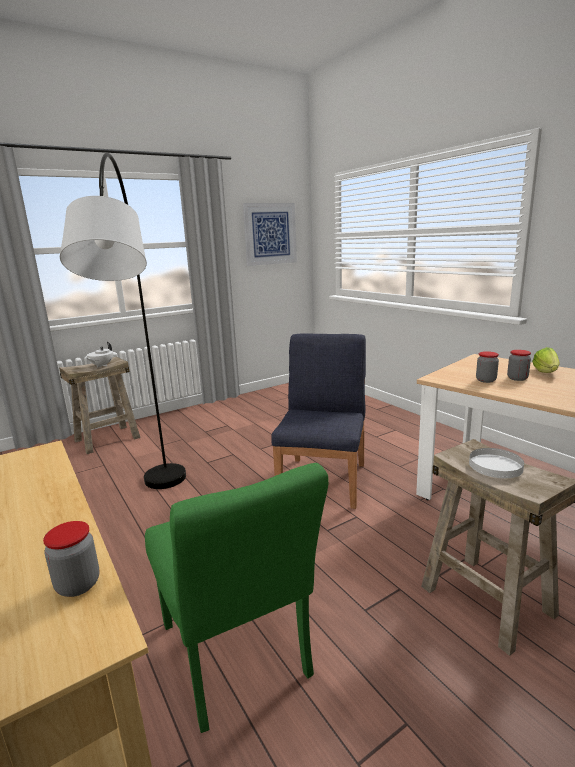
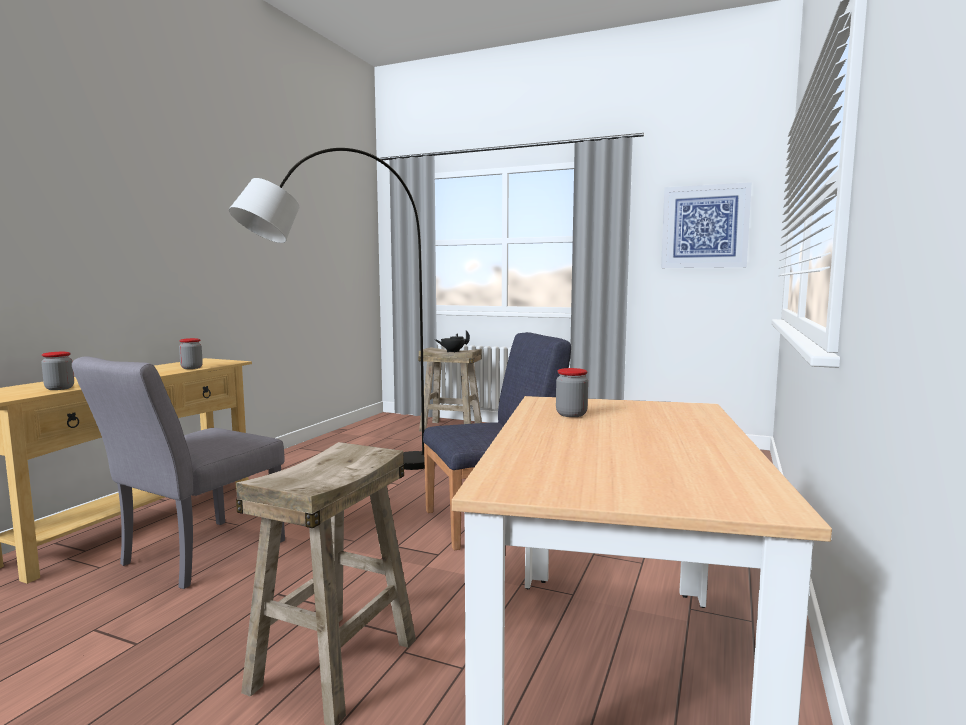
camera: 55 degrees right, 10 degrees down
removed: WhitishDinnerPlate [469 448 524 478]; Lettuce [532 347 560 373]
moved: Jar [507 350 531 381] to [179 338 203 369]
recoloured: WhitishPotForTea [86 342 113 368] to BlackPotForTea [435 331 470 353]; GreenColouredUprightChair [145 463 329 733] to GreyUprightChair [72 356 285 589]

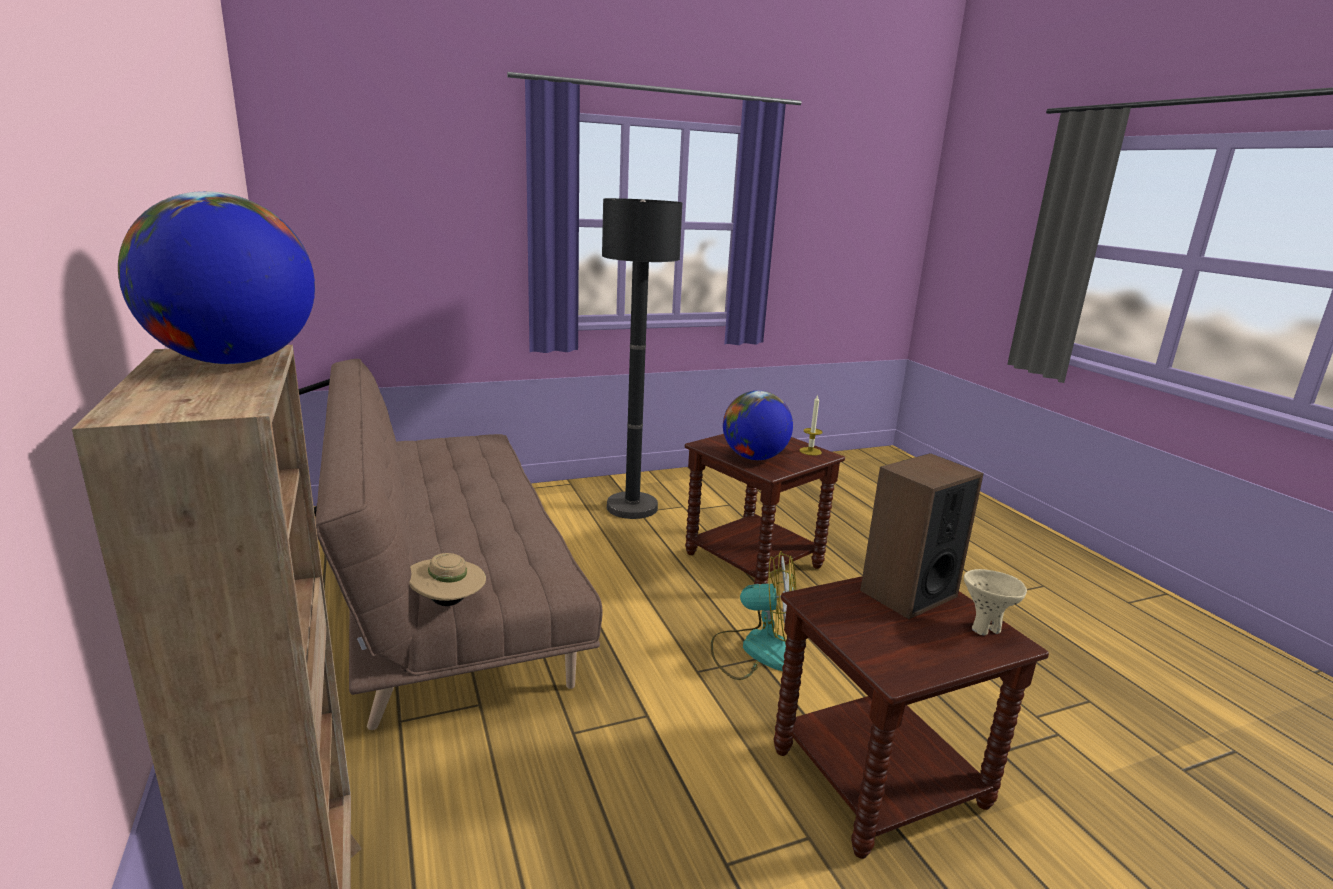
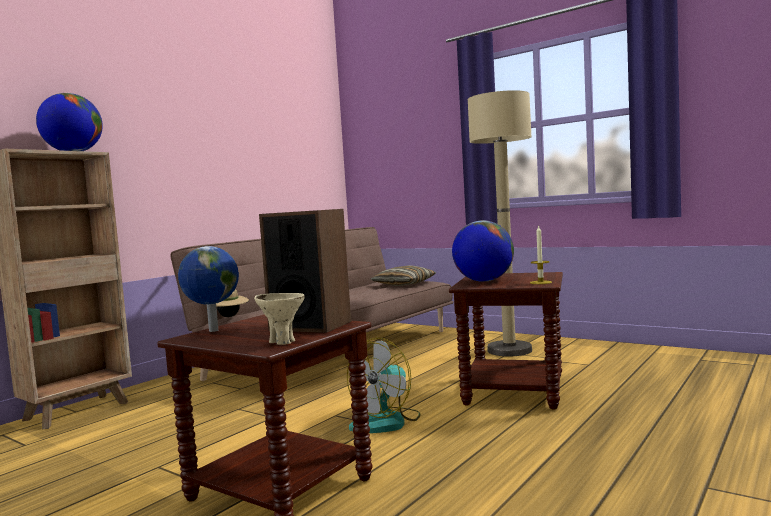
camera: 60 degrees right, 15 degrees down
added: WorldGlobe [178 246 239 332]; Cushion [371 265 436 286]
recoloured: BlackStandingLamp [602 198 682 519] to BeigeStandingLamp [468 90 532 356]
turned: ElectricFan [711 551 797 680] = [347 338 421 433] 60 degrees clockwise

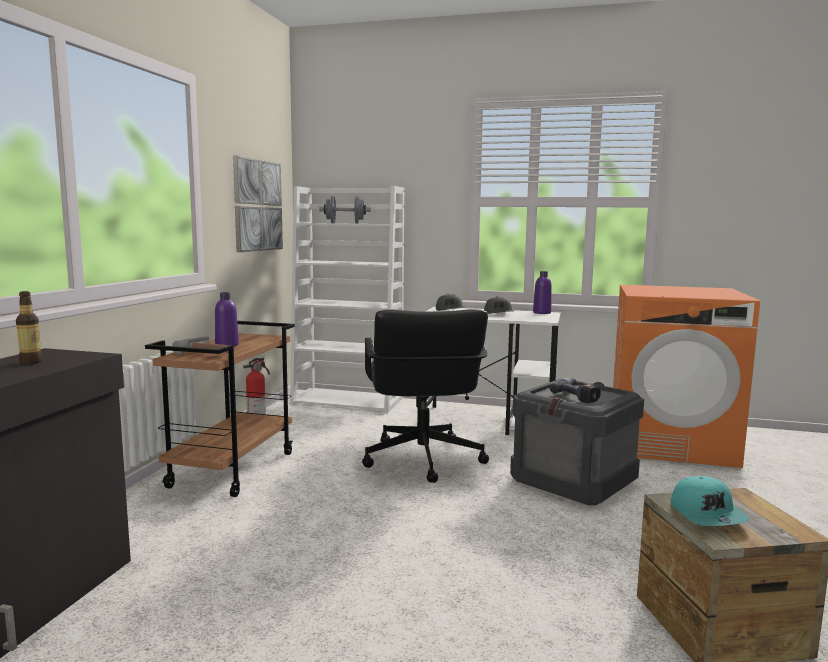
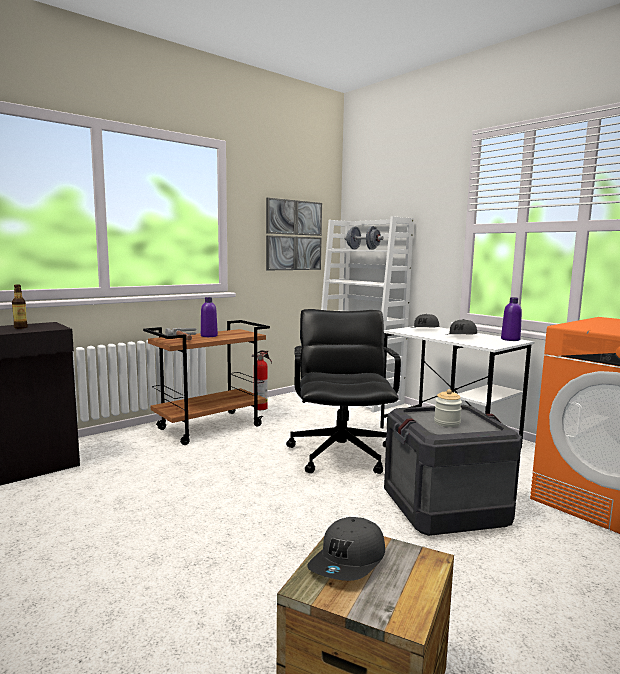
camera: 35 degrees right, 0 degrees up
replaced: PowerDrill [550 378 601 403] to Jar [434 389 462 427]
recoloured: BlueGreenPeakedCap [671 476 749 526] to GreyPeakedCap [307 517 385 581]
turned: BlackOfficeChair [362 309 489 483] = [286 309 401 474] 150 degrees clockwise

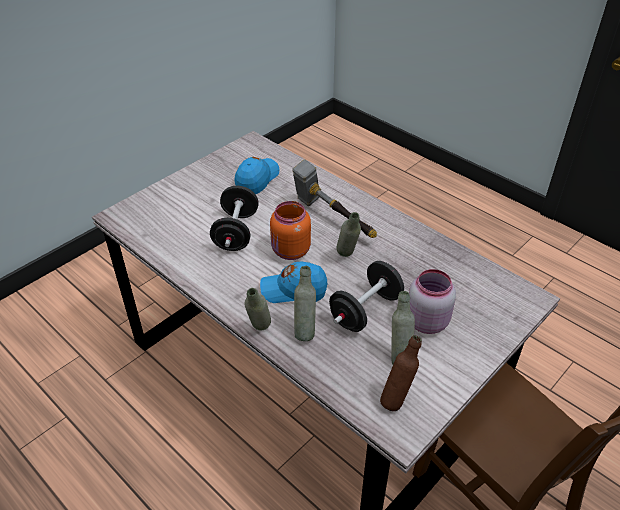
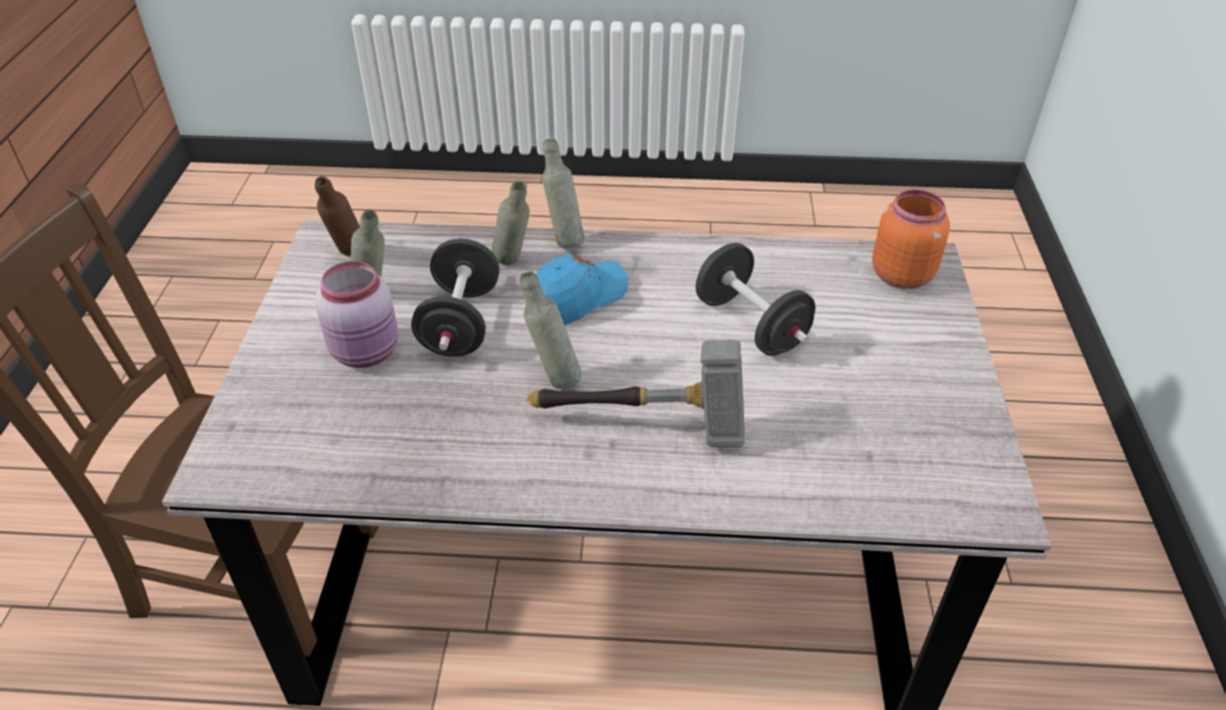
camera: 140 degrees right, 0 degrees up
removed: BluePeakedCap [235 157 280 194]
moved: OrangeColouredJar [270 201 311 260] to [872 190 950 289]

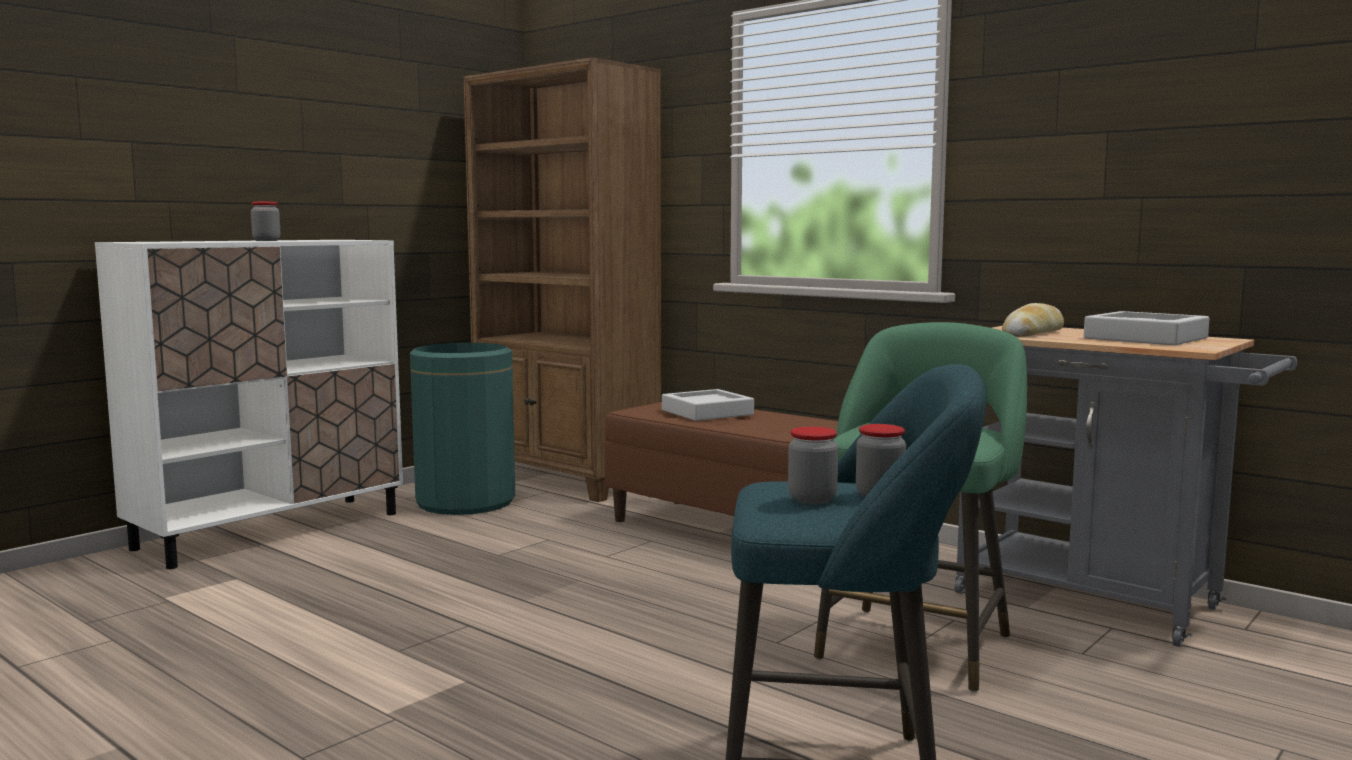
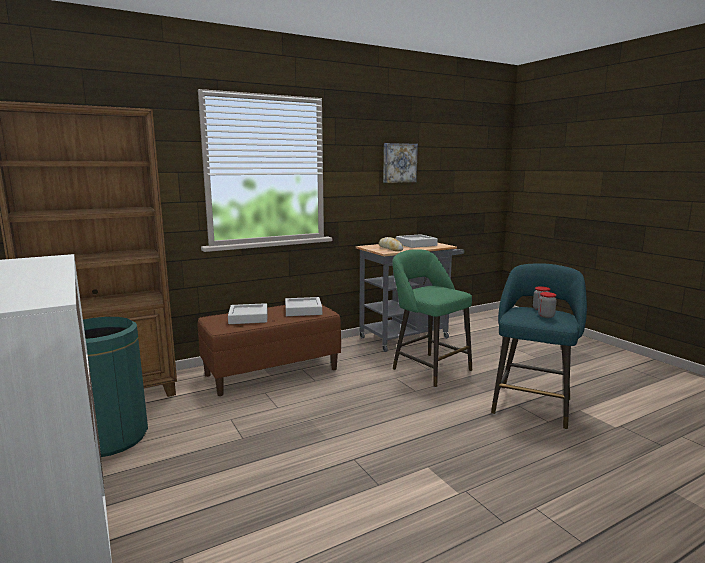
camera: 70 degrees left, 5 degrees up
removed: Jar [251 202 280 241]
added: GreyTray [285 297 322 316]; Picture [383 143 418 183]

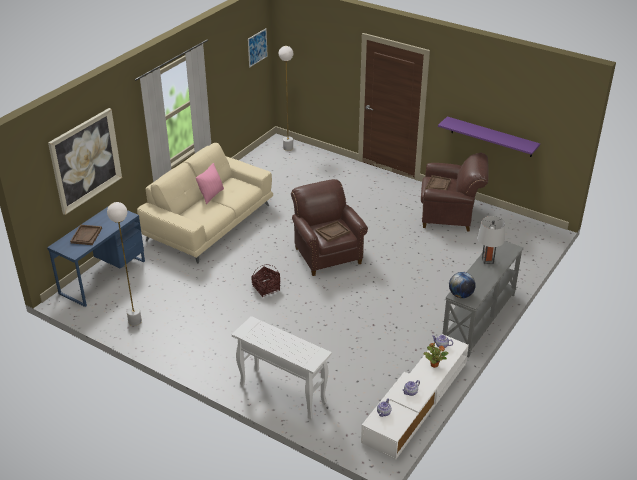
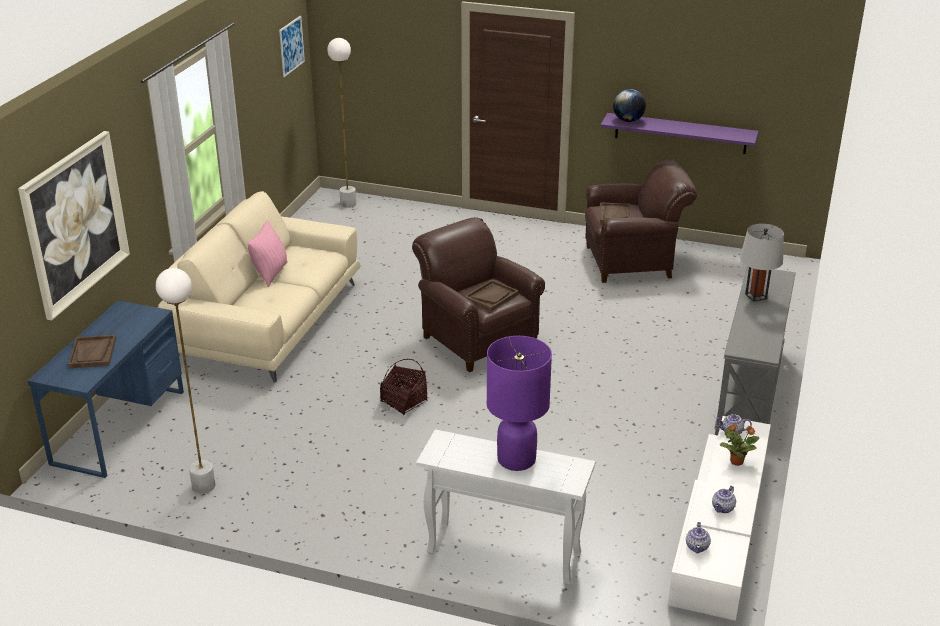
camera: 15 degrees left, 5 degrees down
added: PurpleColouredLampForATable [486 336 552 471]
moved: WorldGlobe [449 272 476 298] to [613 89 646 122]

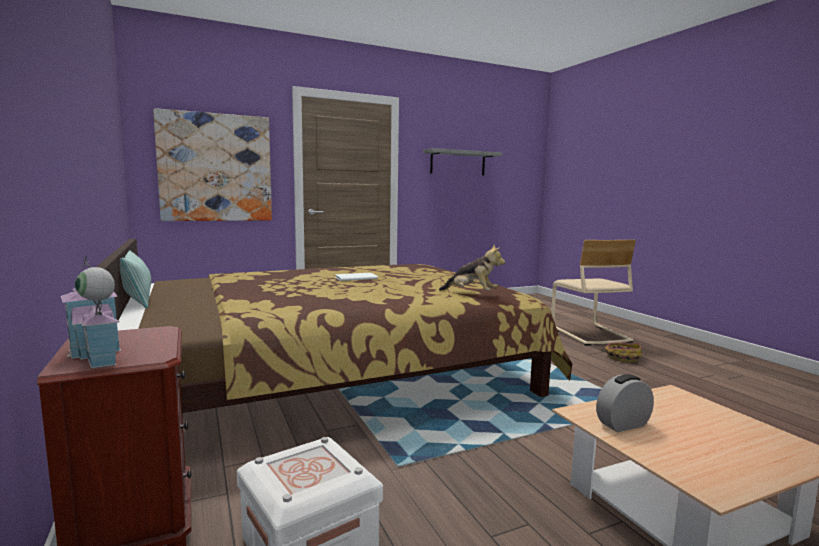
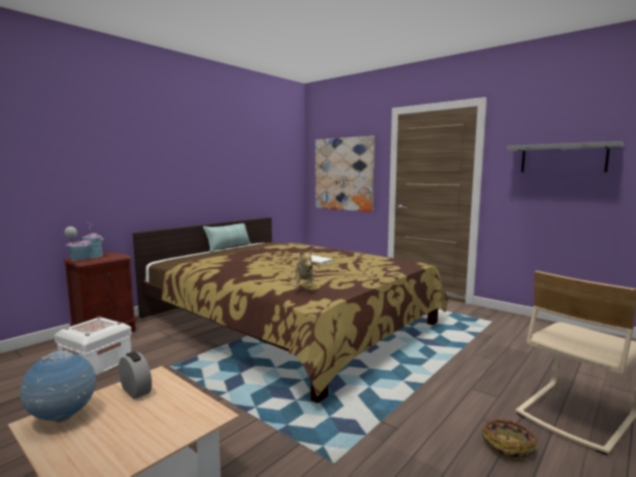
camera: 65 degrees right, 0 degrees up
added: WorldGlobe [19 350 96 423]

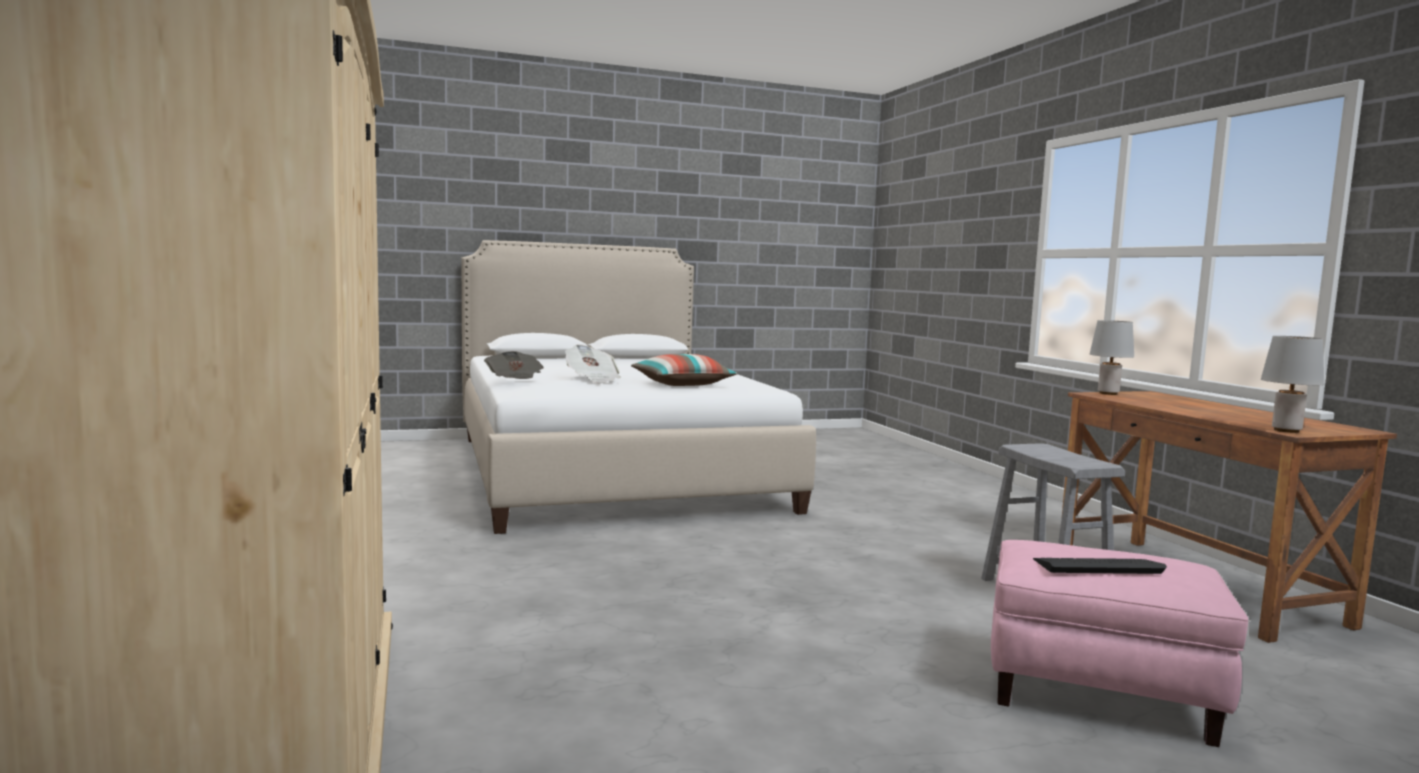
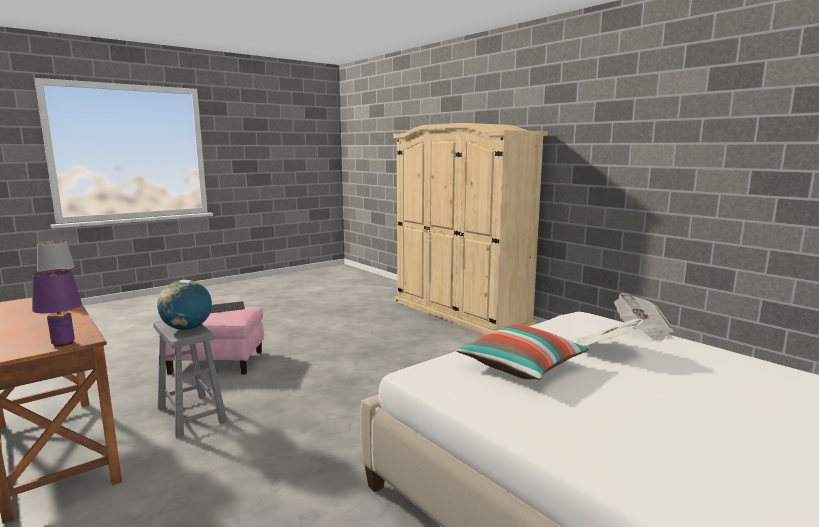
camera: 160 degrees right, 5 degrees up
added: WorldGlobe [157 280 212 330]
recoloured: GreyLampForATable [1090 320 1134 395] to PurpleColouredLampForATable [32 269 82 347]

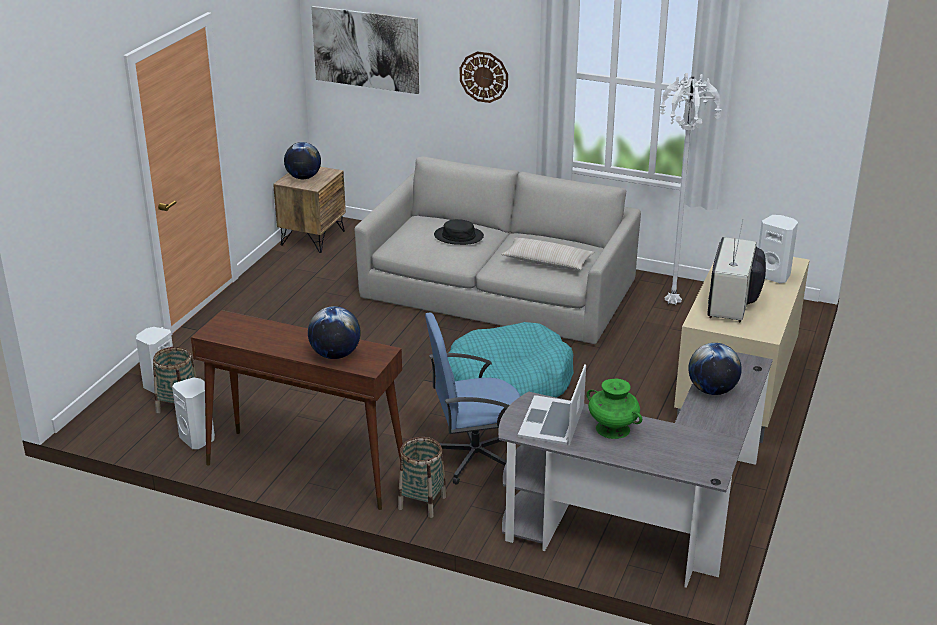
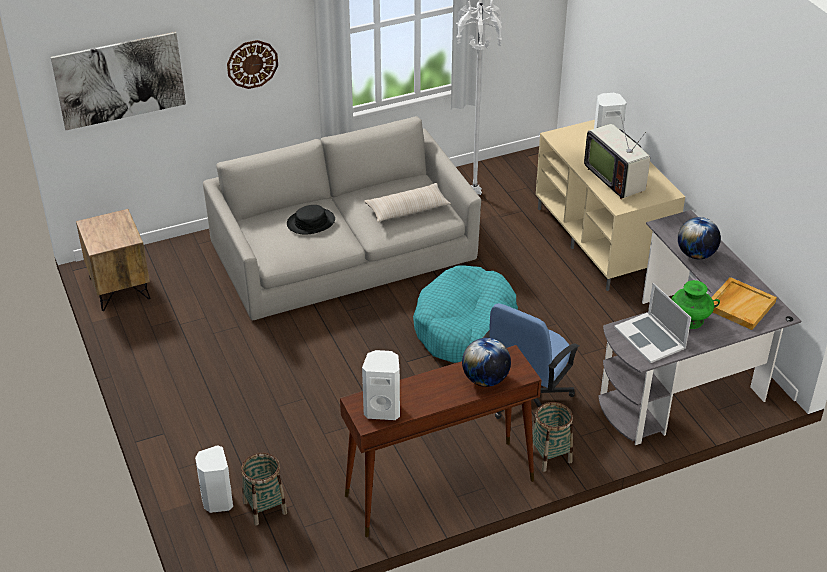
camera: 45 degrees left, 10 degrees up
removed: WorldGlobe [284 142 321 179]
added: BeigeTray [711 277 777 330]
moved: WhitishSpeaker [172 377 215 449] to [362 350 400 420]

